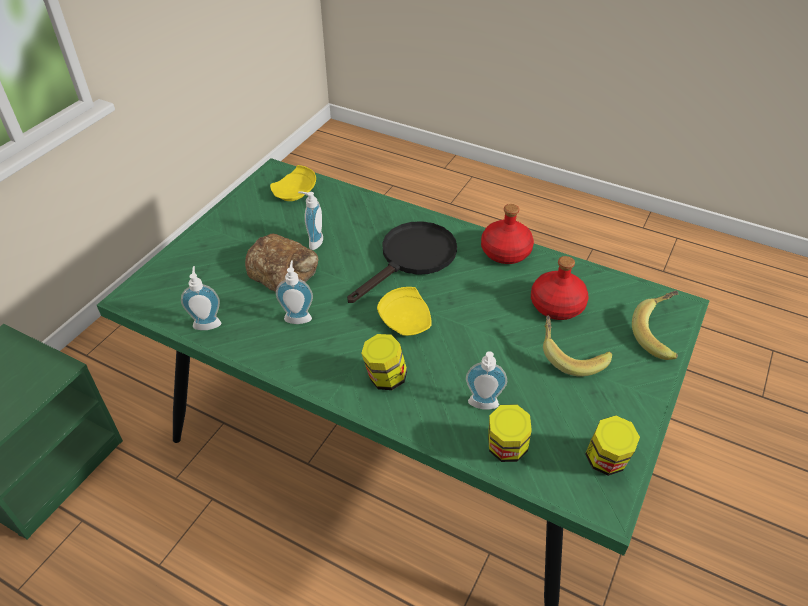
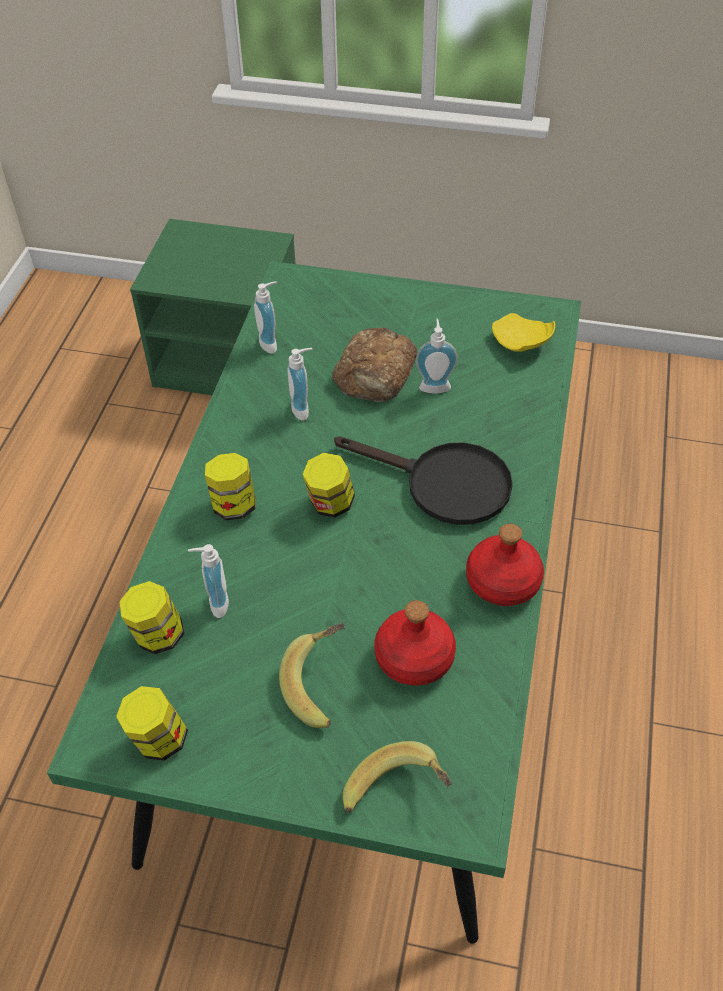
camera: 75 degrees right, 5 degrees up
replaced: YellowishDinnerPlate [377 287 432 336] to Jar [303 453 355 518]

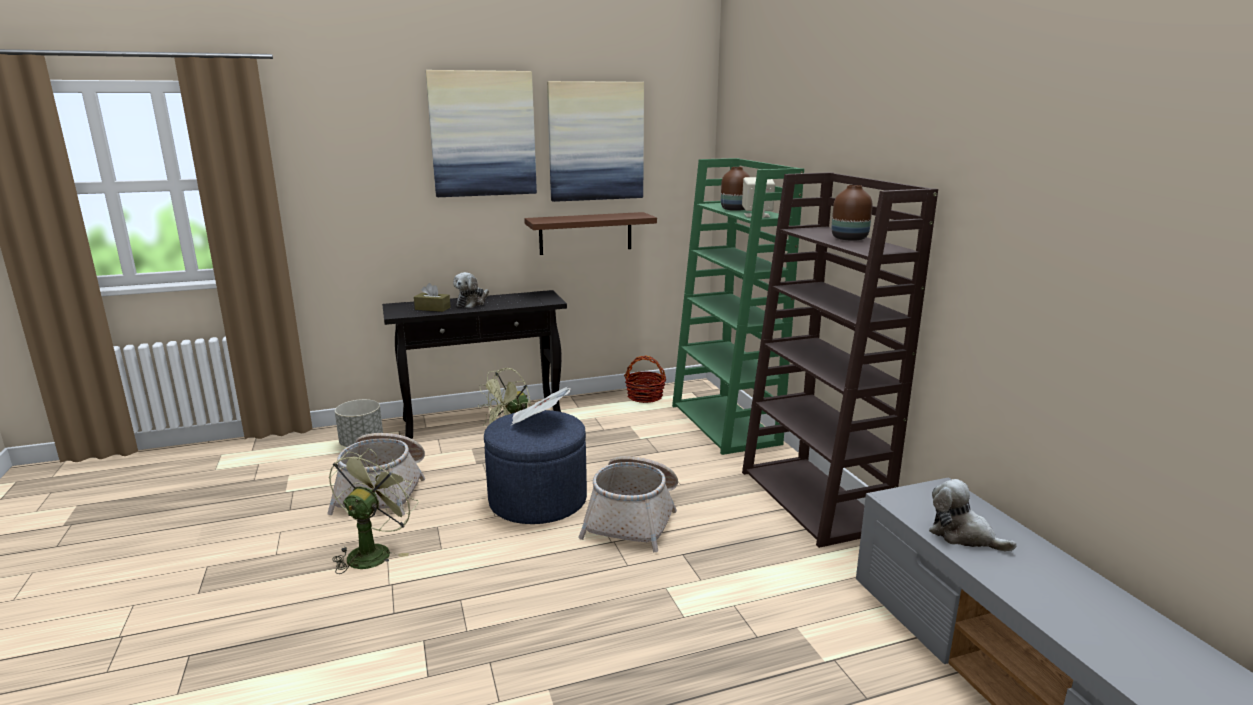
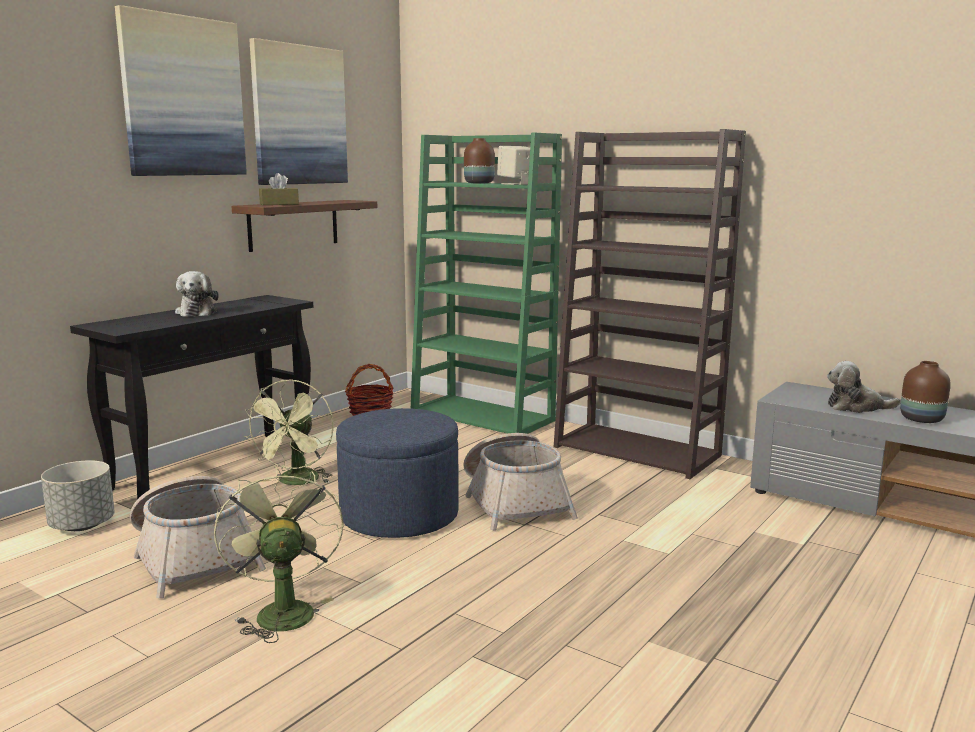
camera: 35 degrees left, 5 degrees down
removed: PrintedPaper [511 387 571 425]
moved: BrownBoxOfTissues [414 283 450 312] to [259 173 299 205]; BrownFlowerVase [832 185 872 241] to [900 361 951 423]

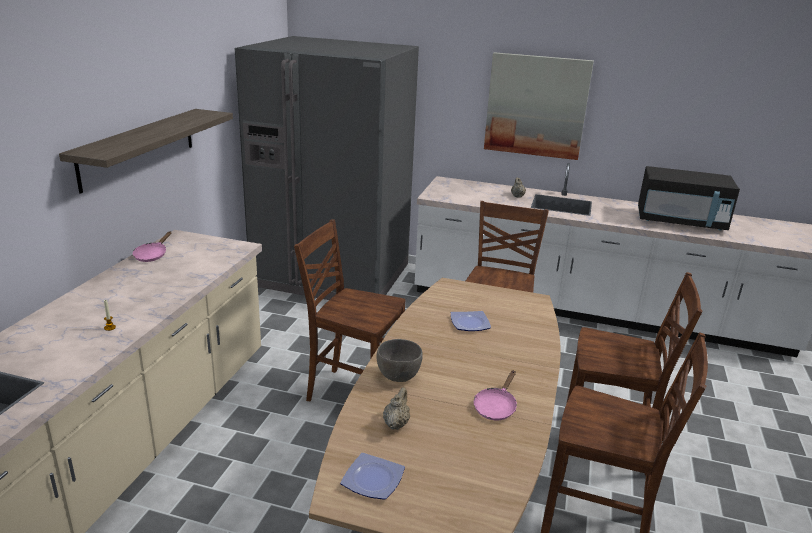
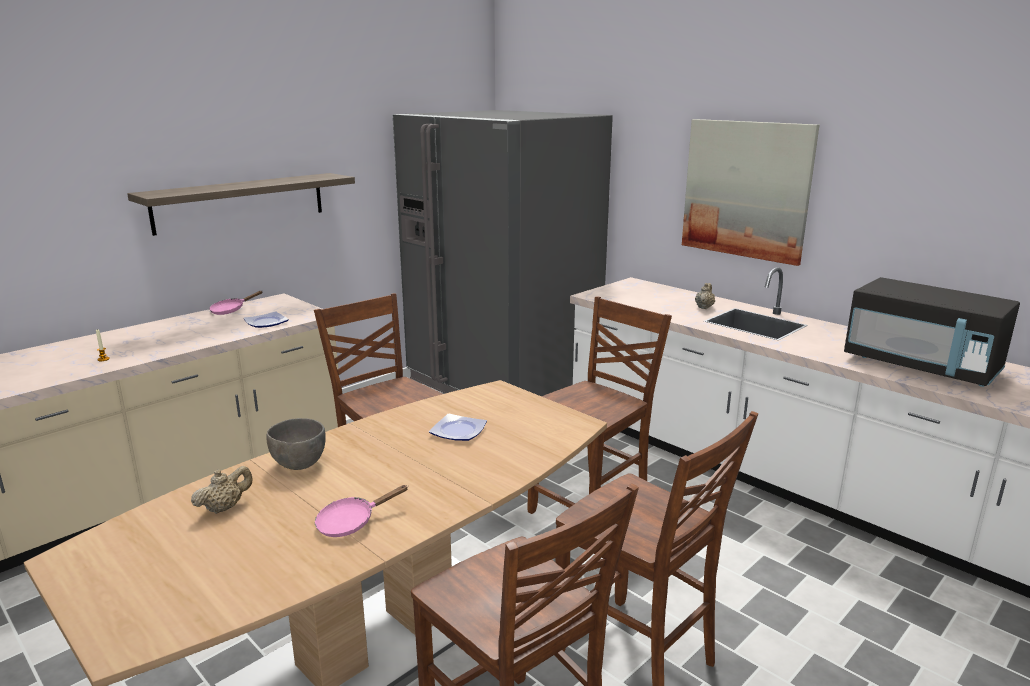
camera: 30 degrees right, 5 degrees down
moved: DinnerPlate [340 453 405 500] to [244 311 289 328]

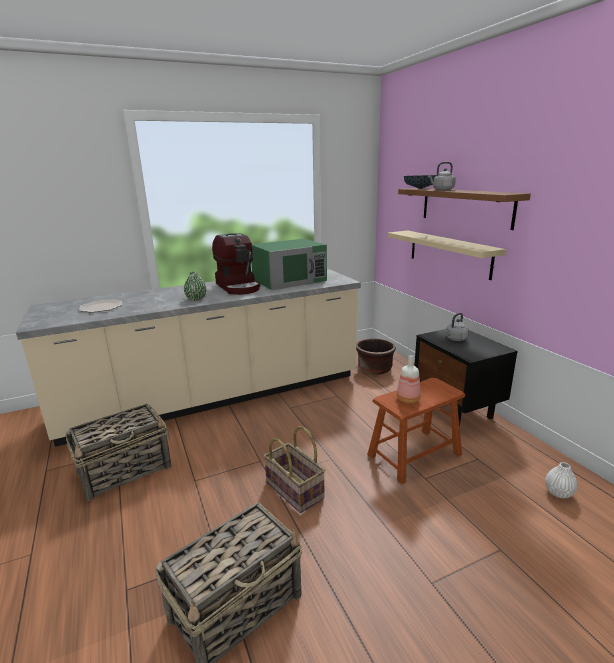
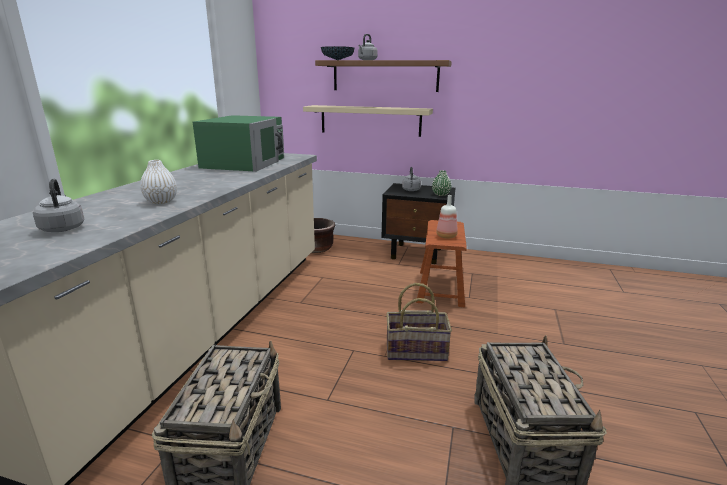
camera: 50 degrees left, 0 degrees up
removed: CoffeeBrewer [212 233 260 295]
moved: GreenColouredFlowerVase [184 272 206 300] to [432 170 452 196]; WhitishFlowerVase [545 462 577 498] to [140 160 177 204]
replaced: DinnerPlate [79 299 122 313] to GreyTeaKettle [33 178 84 232]

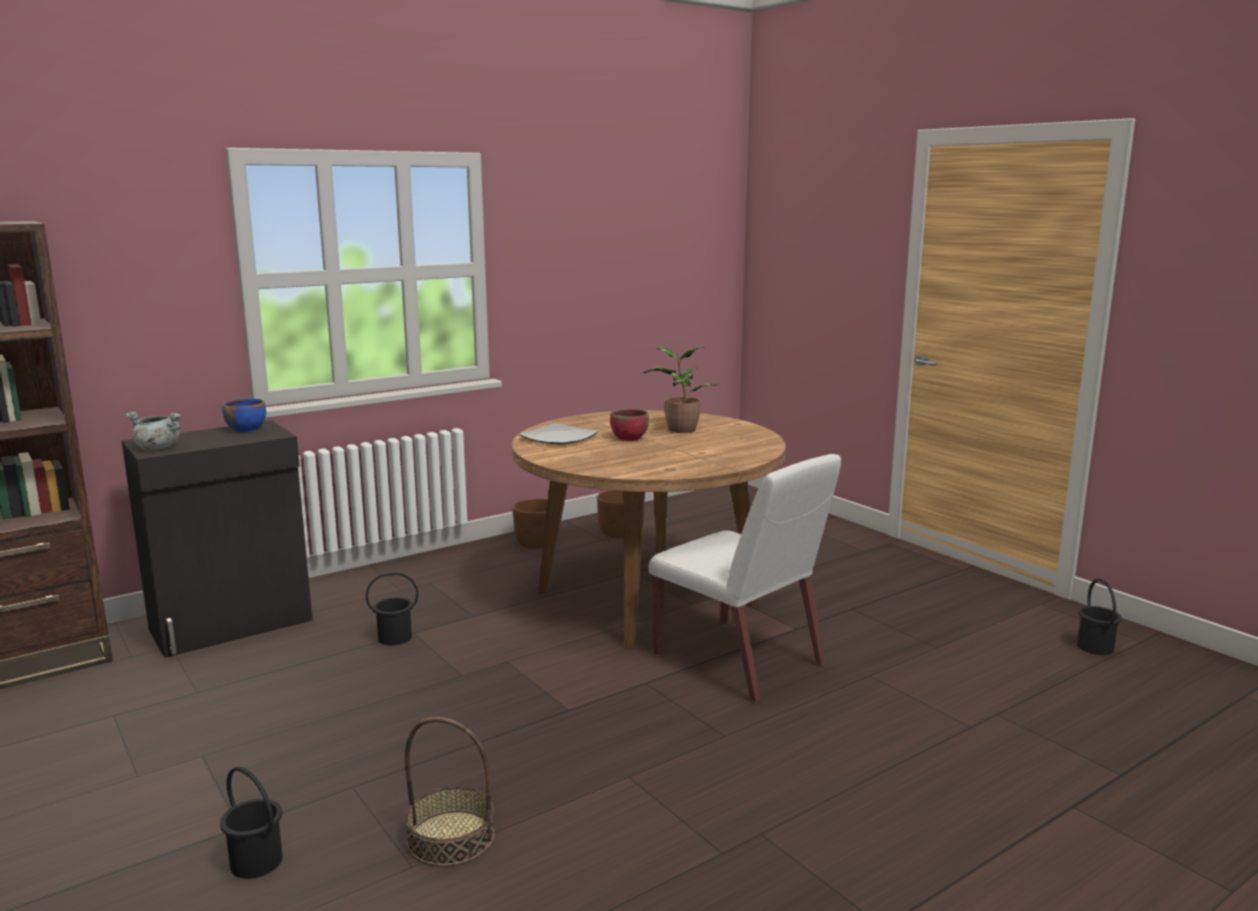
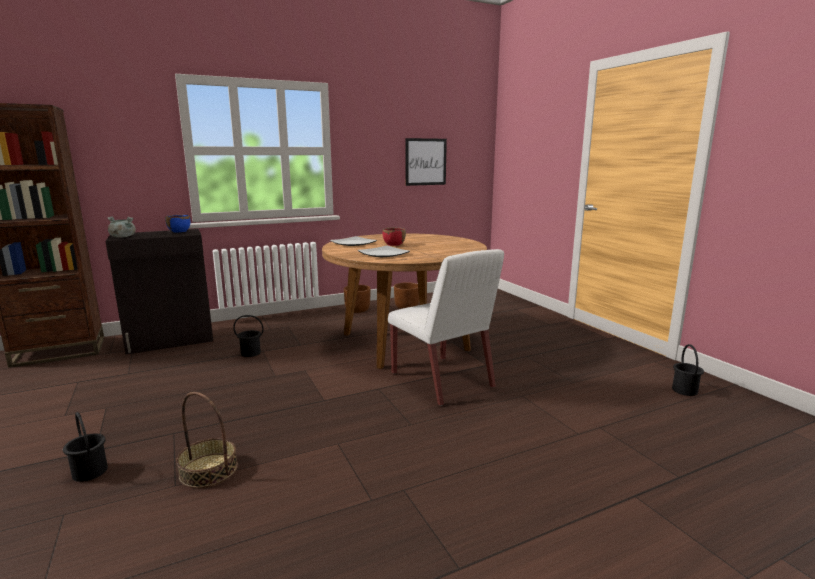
camera: 10 degrees right, 0 degrees up
removed: Houseplant [643 347 720 433]
added: DinnerPlate [358 246 410 257]; Picture [405 138 447 186]

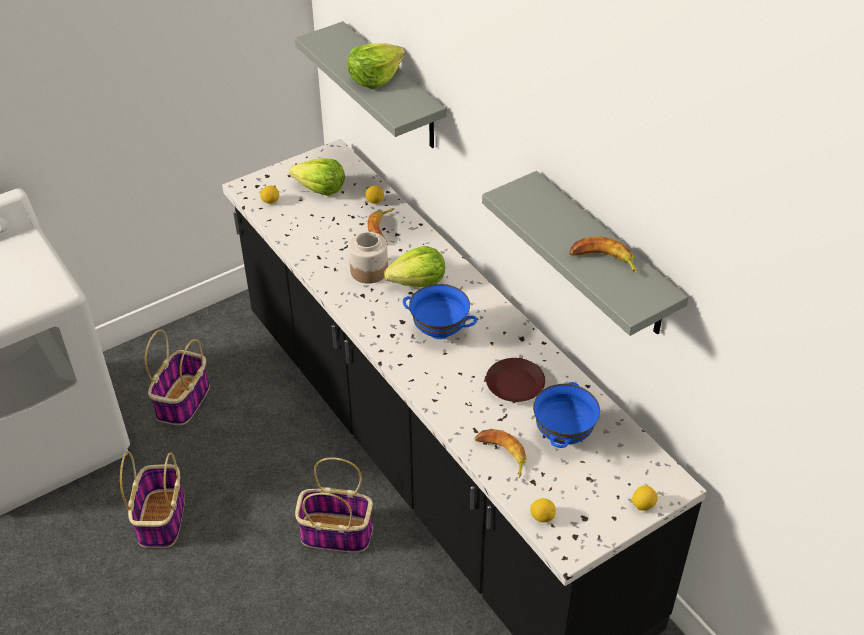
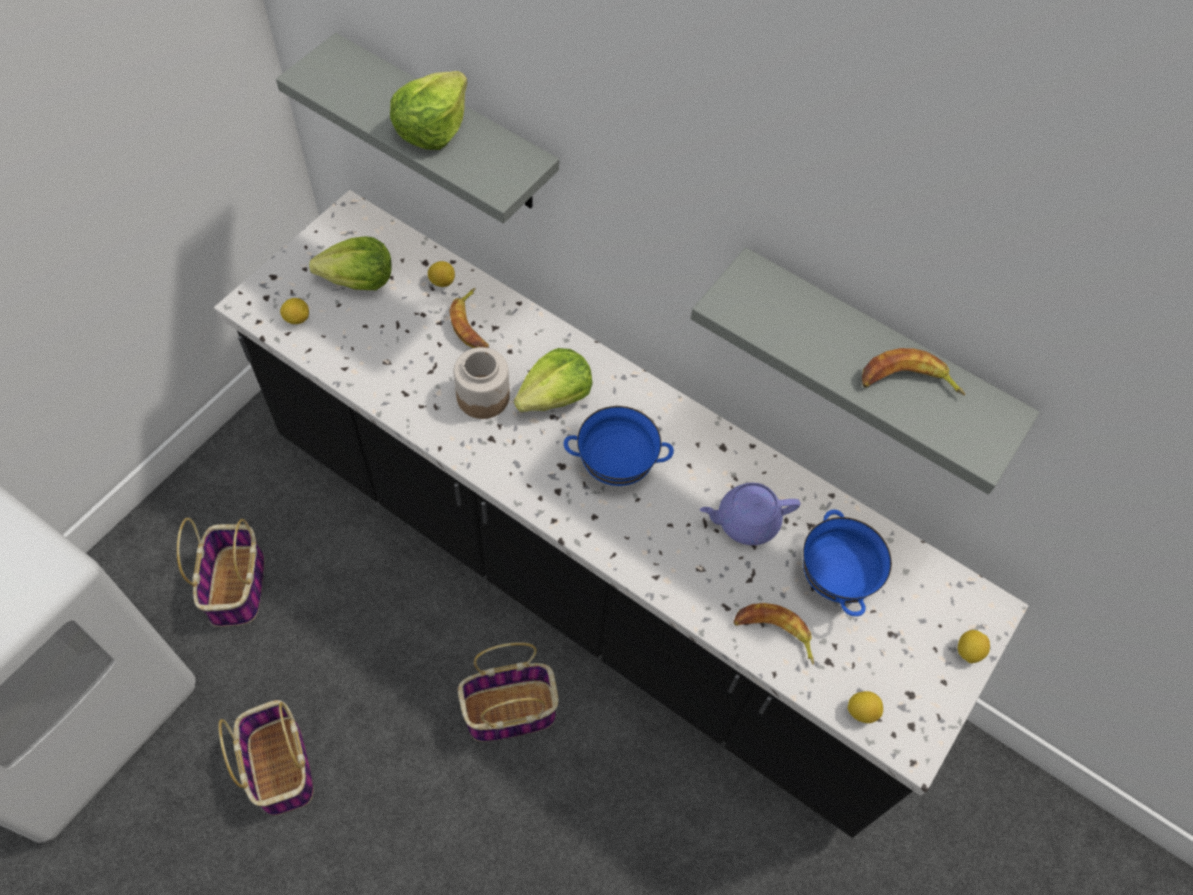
camera: 25 degrees left, 15 degrees up
replaced: BrownDinnerPlate [486 358 545 402] to PurpleColouredPotForTea [700 483 800 545]

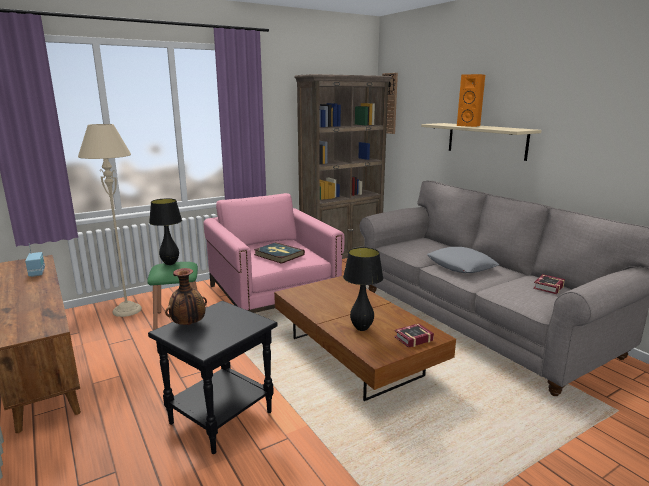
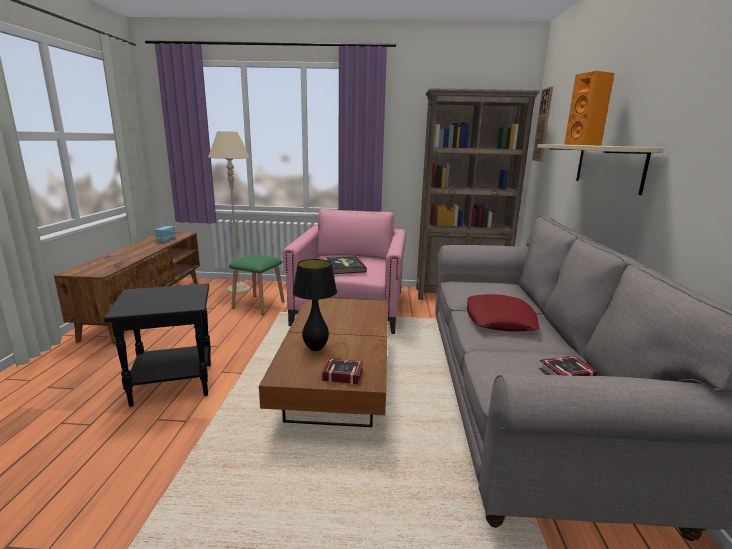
camera: 35 degrees right, 0 degrees up
removed: BlackLampForATable [149 198 182 265]; FlowerVase [165 268 207 325]
recoloured: GreyCushion [427 247 499 273] to RedCushion [467 294 540 331]

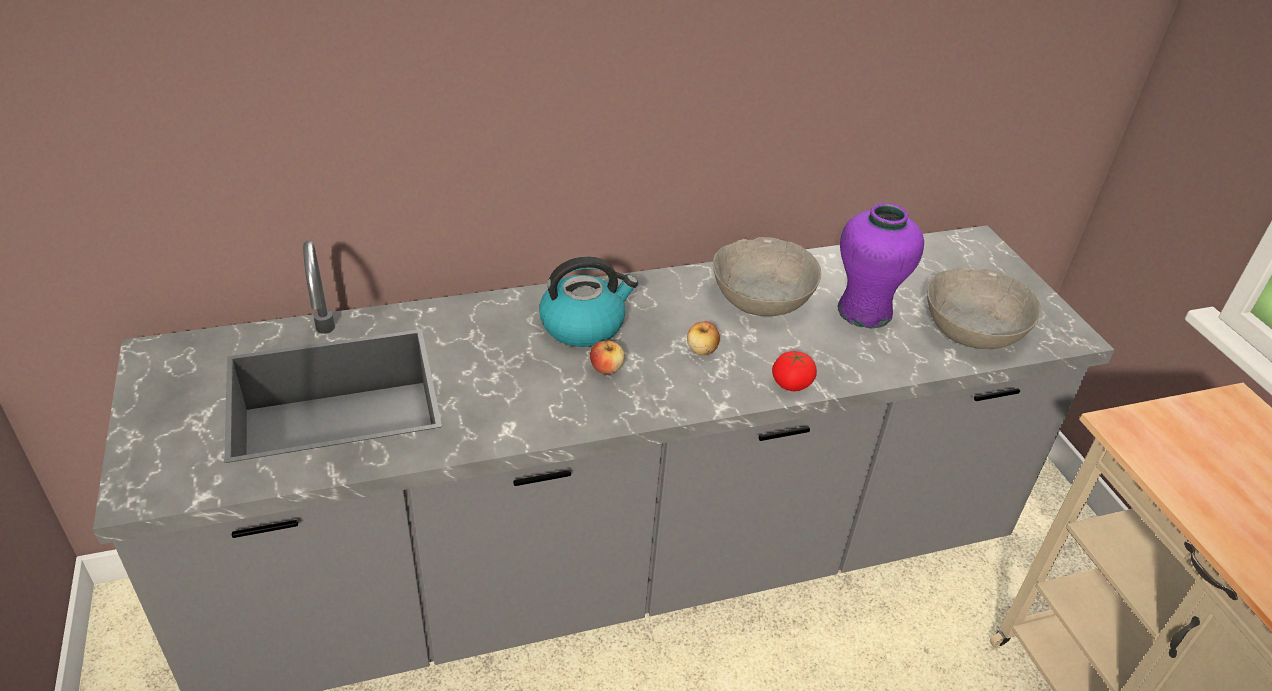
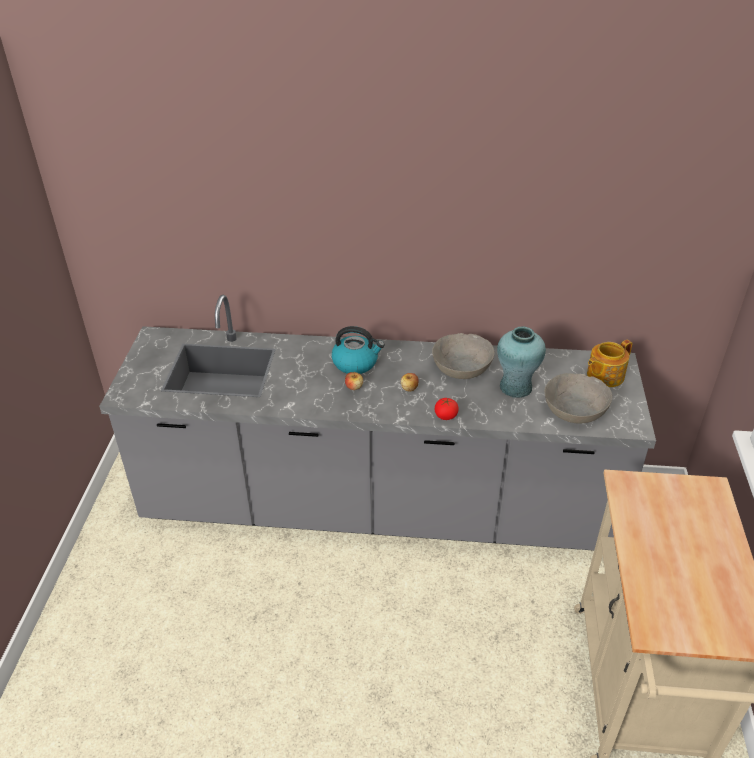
camera: 25 degrees right, 0 degrees up
added: PotForTea [587 340 633 387]
recoloured: PurpleColouredFlowerVase [838 203 924 329] to BlueGreenFlowerVase [497 327 546 398]

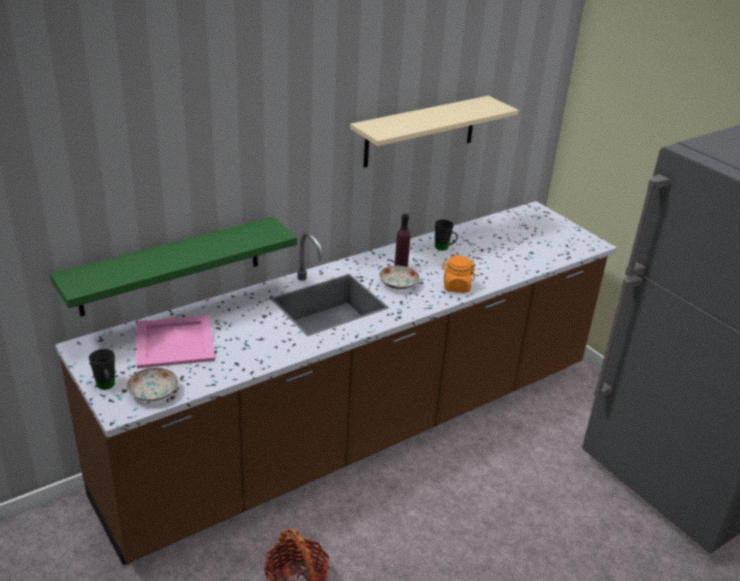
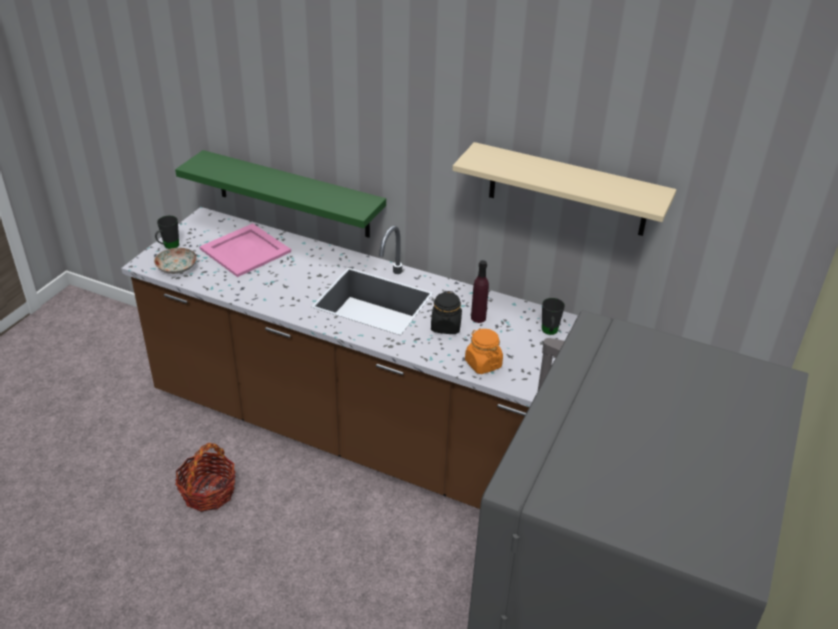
camera: 60 degrees right, 5 degrees up
replaced: DinnerPlate [379 265 420 290] to BlackJar [431 291 462 334]

